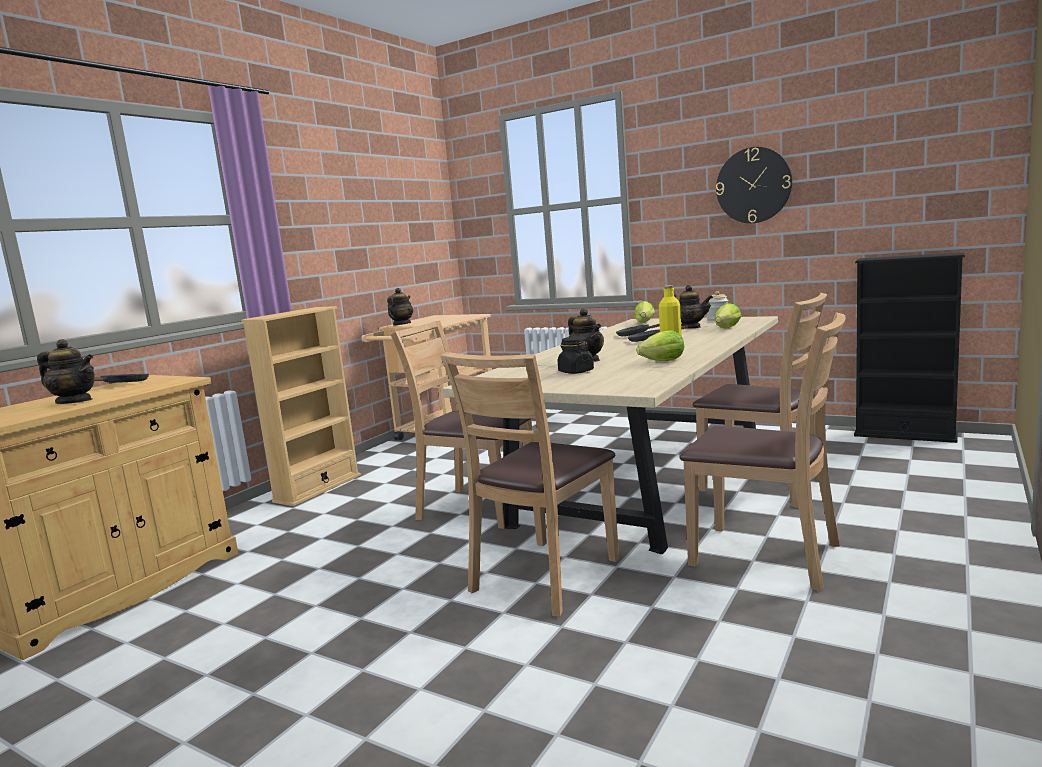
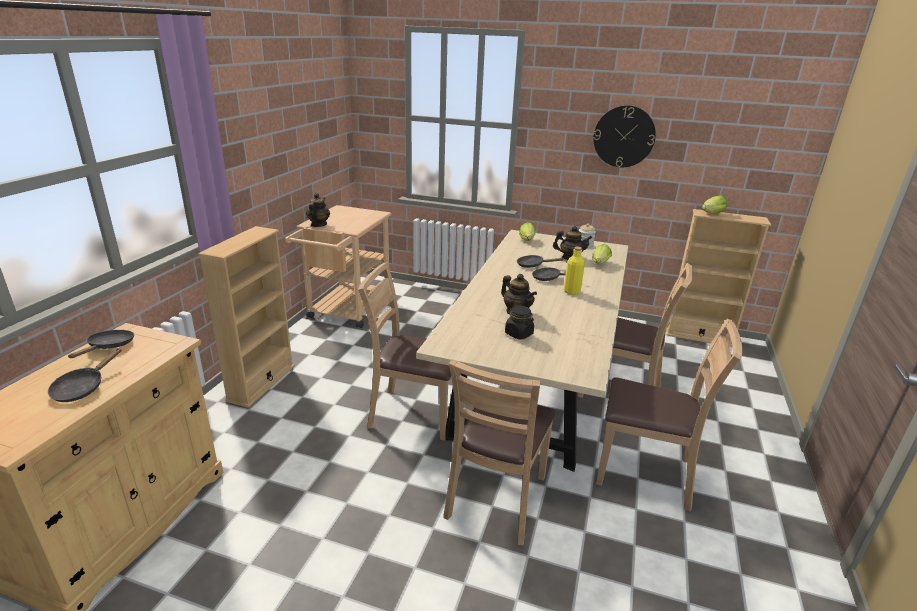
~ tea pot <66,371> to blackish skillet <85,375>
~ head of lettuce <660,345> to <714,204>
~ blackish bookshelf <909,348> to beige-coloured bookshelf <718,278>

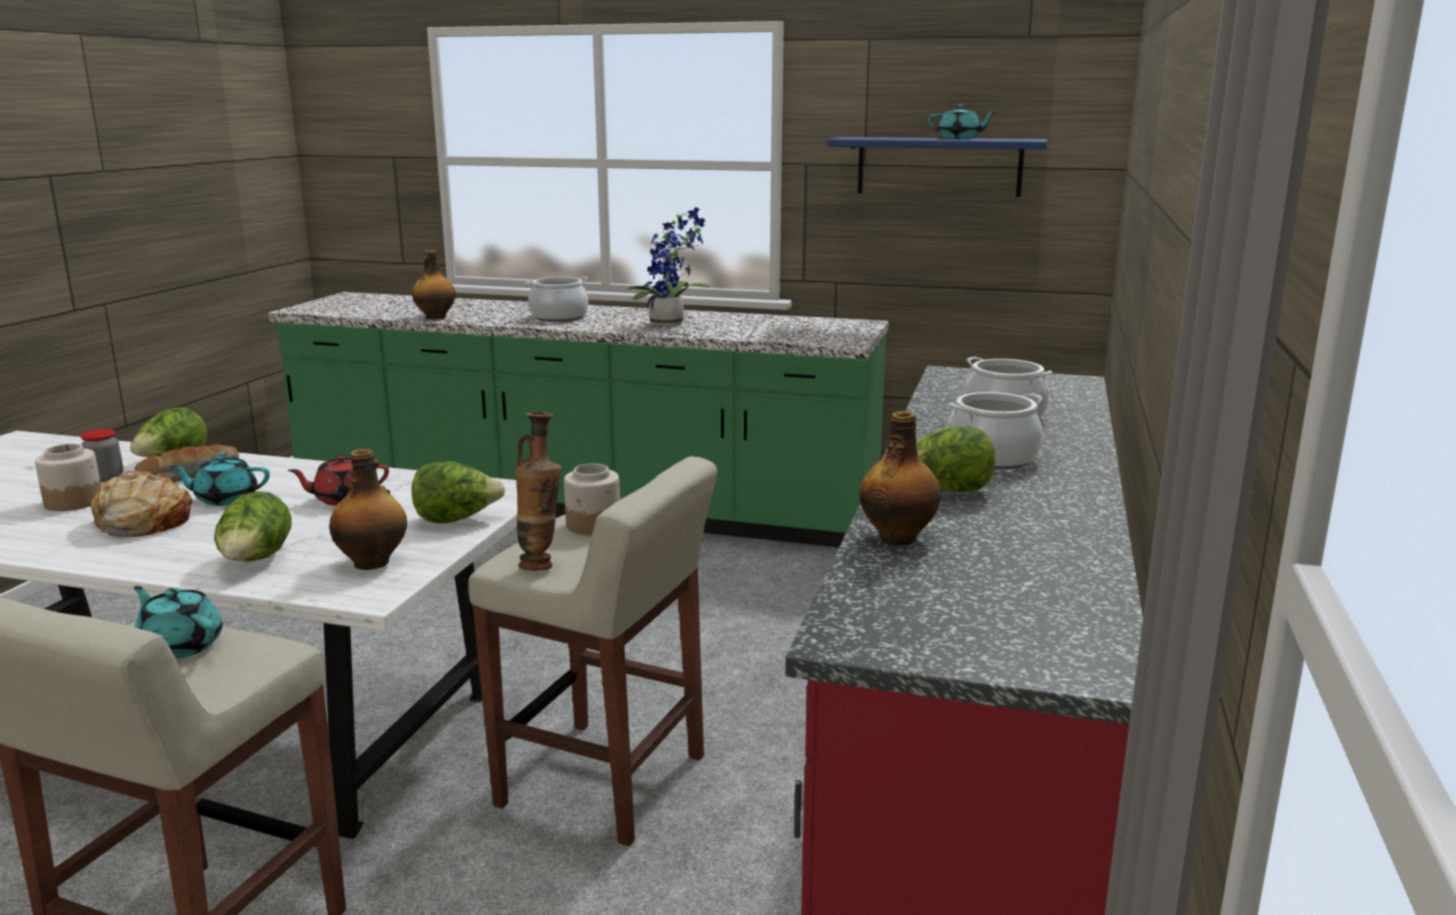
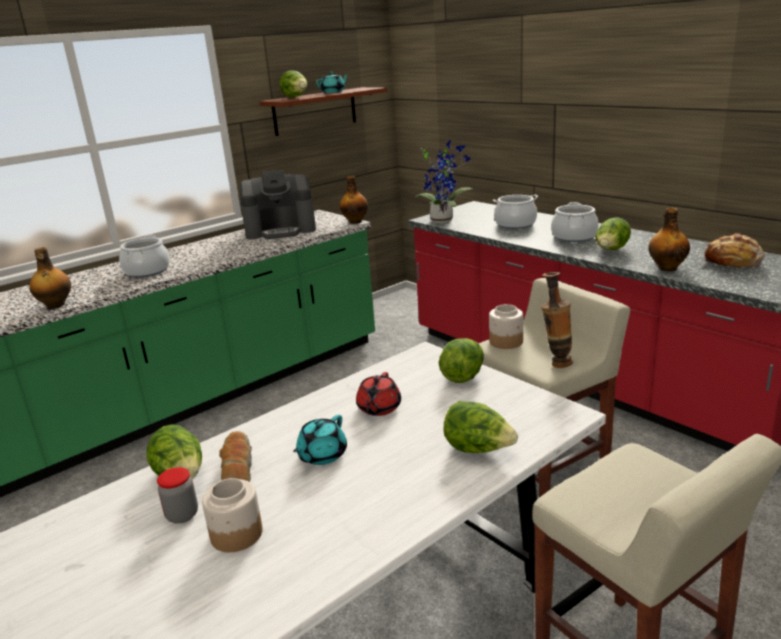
~ baked bread <141,504> to <732,251>
- turquoise tea pot <178,622>
~ bottle <368,509> to <354,200>
~ plant in a pot <669,266> to <443,181>
~ bluish wall shelf <937,167> to brown-coloured wall shelf <323,111>
+ coffee maker <277,204>
+ head of lettuce <293,84>

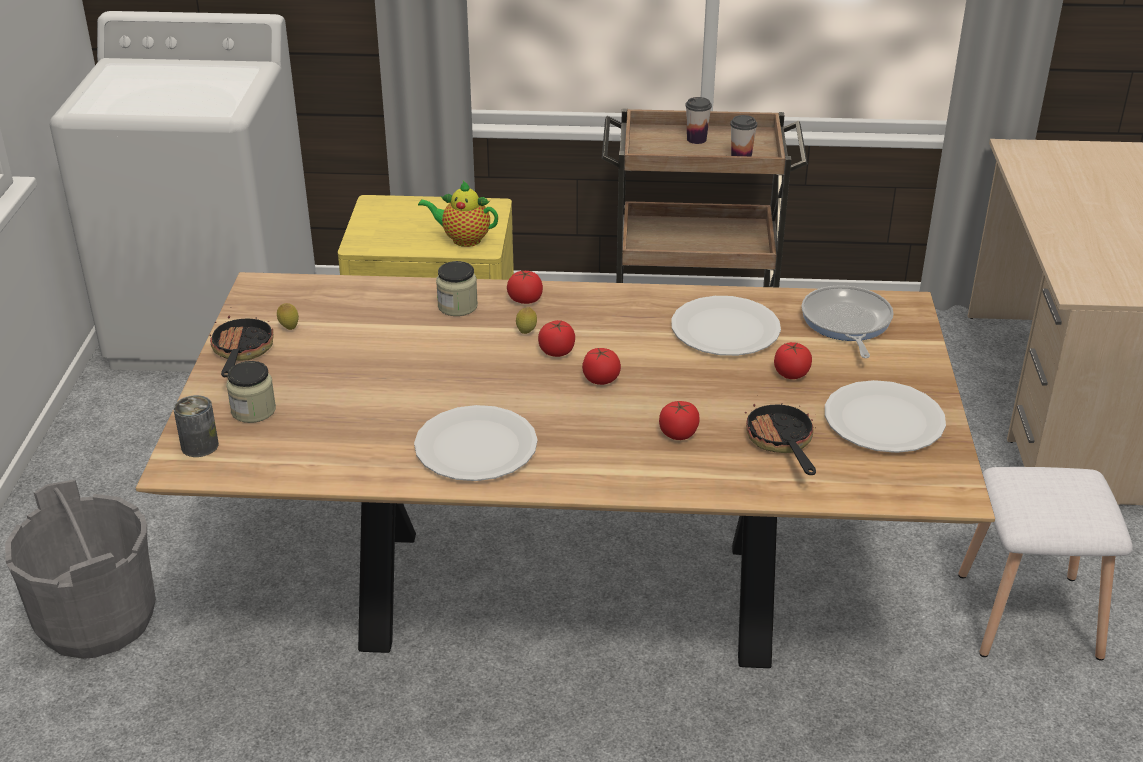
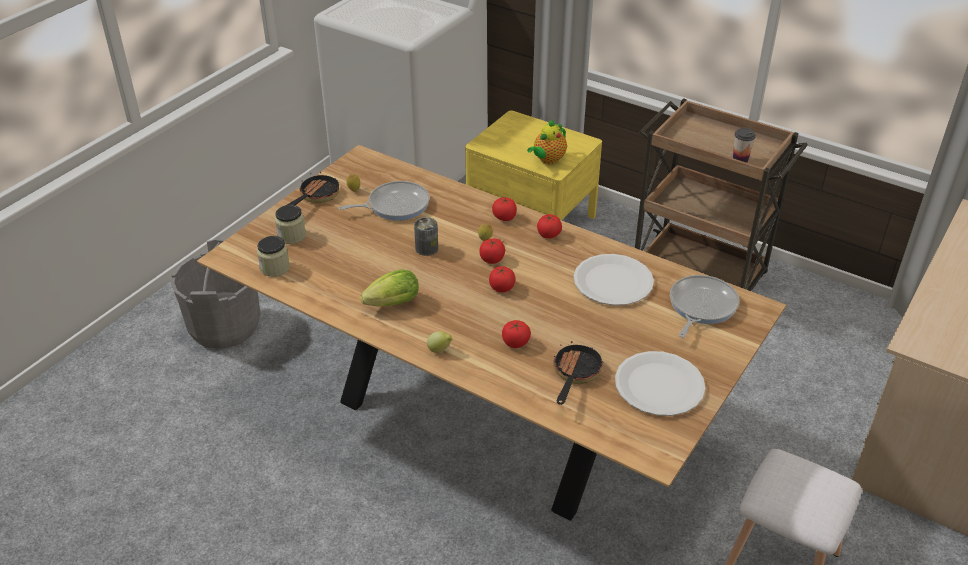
~ sealed can <196,426> to <426,236>
~ whitish plate <476,443> to head of lettuce <389,288>
~ tea pot <458,214> = <547,142> 90 degrees counterclockwise
~ jar <457,288> to <273,256>
- small cup <698,120>
~ tomato <793,360> to <549,226>
+ skillet <383,201>
+ whole lemon <439,342>

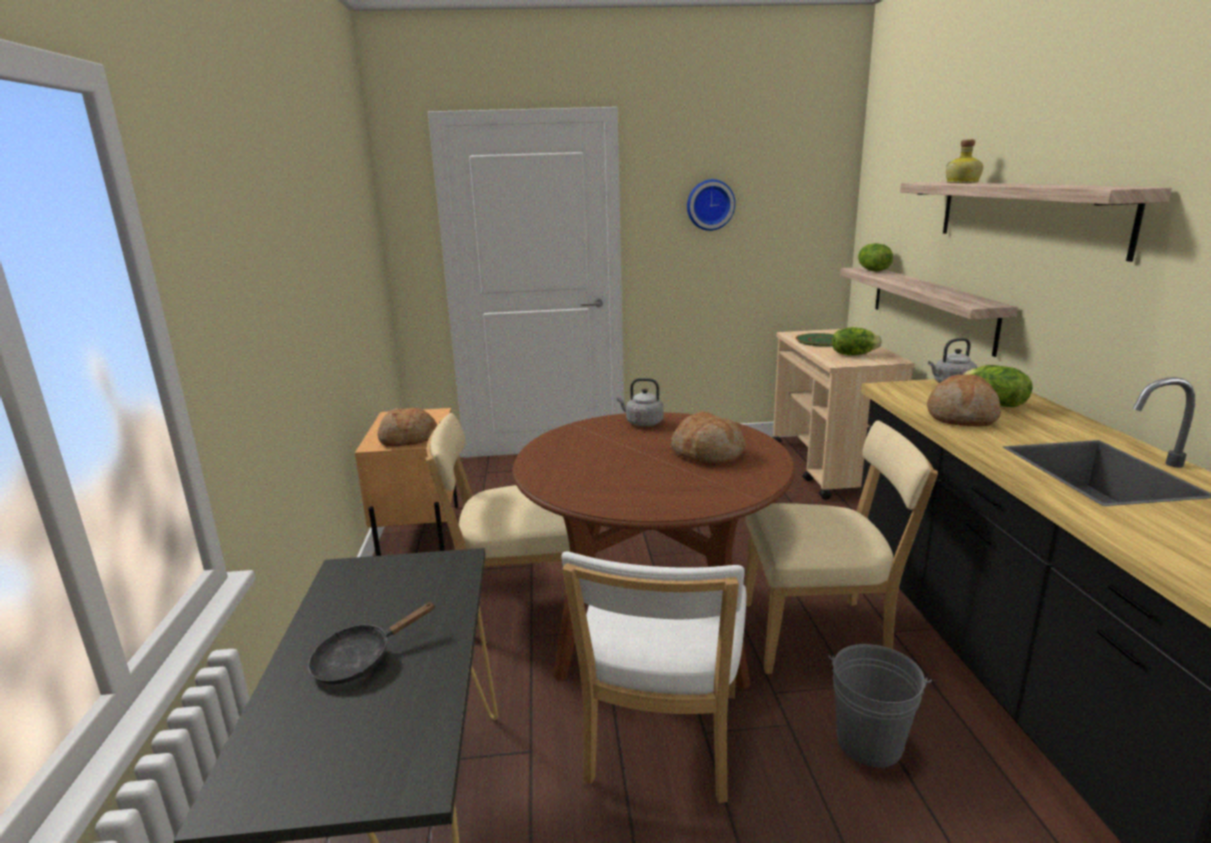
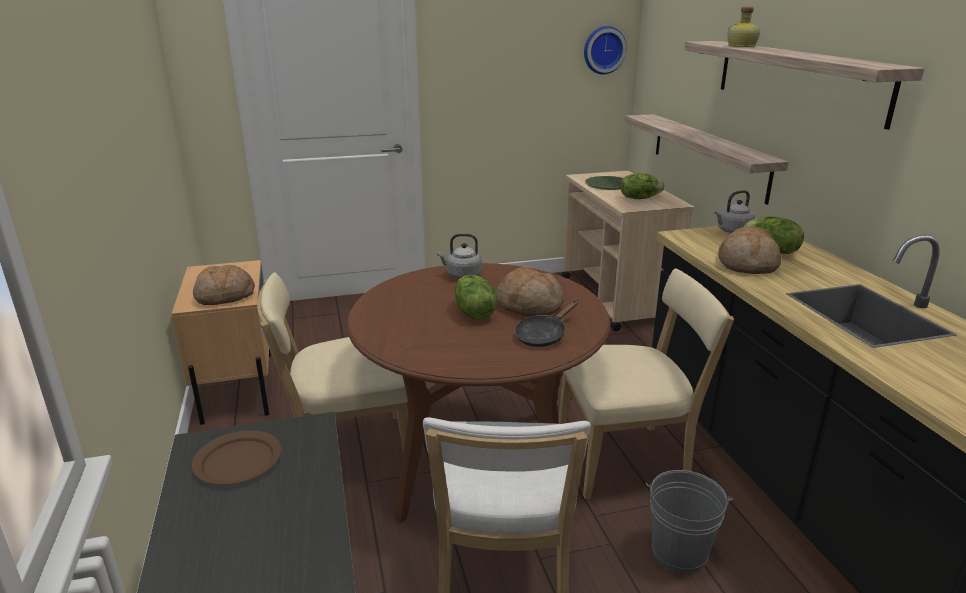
~ blackish skillet <372,643> to <546,323>
~ hanging clock <711,205> to <605,50>
~ head of lettuce <875,257> to <476,297>
+ brown-coloured plate <236,457>

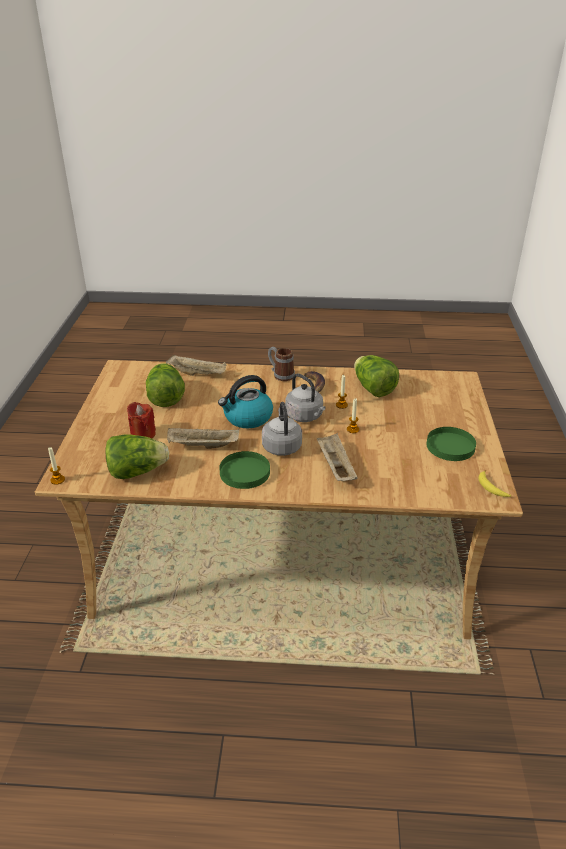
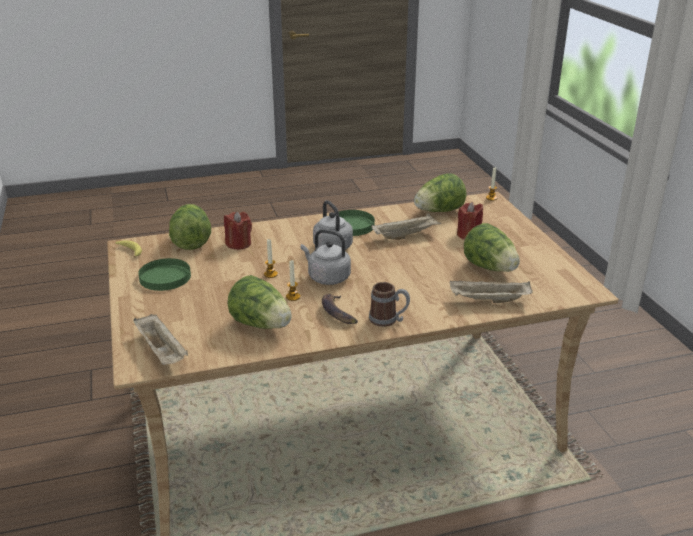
- kettle <245,401>
~ beige-coloured tray <337,457> to <160,339>
+ head of lettuce <190,227>
+ reddish wax candle <238,231>

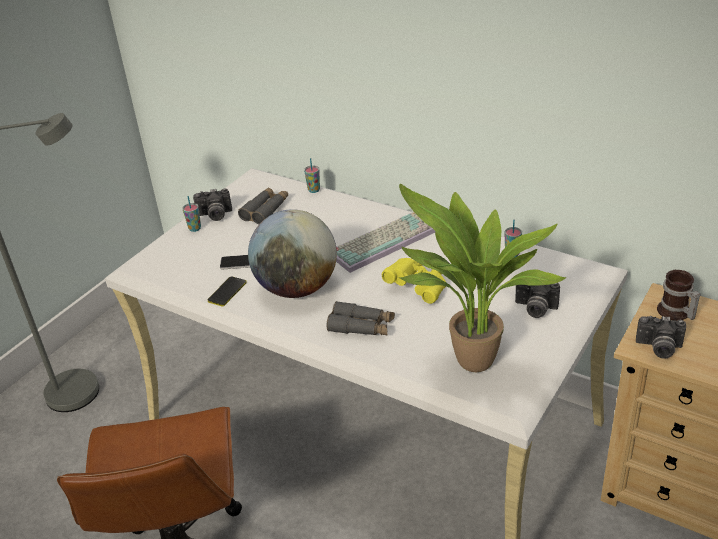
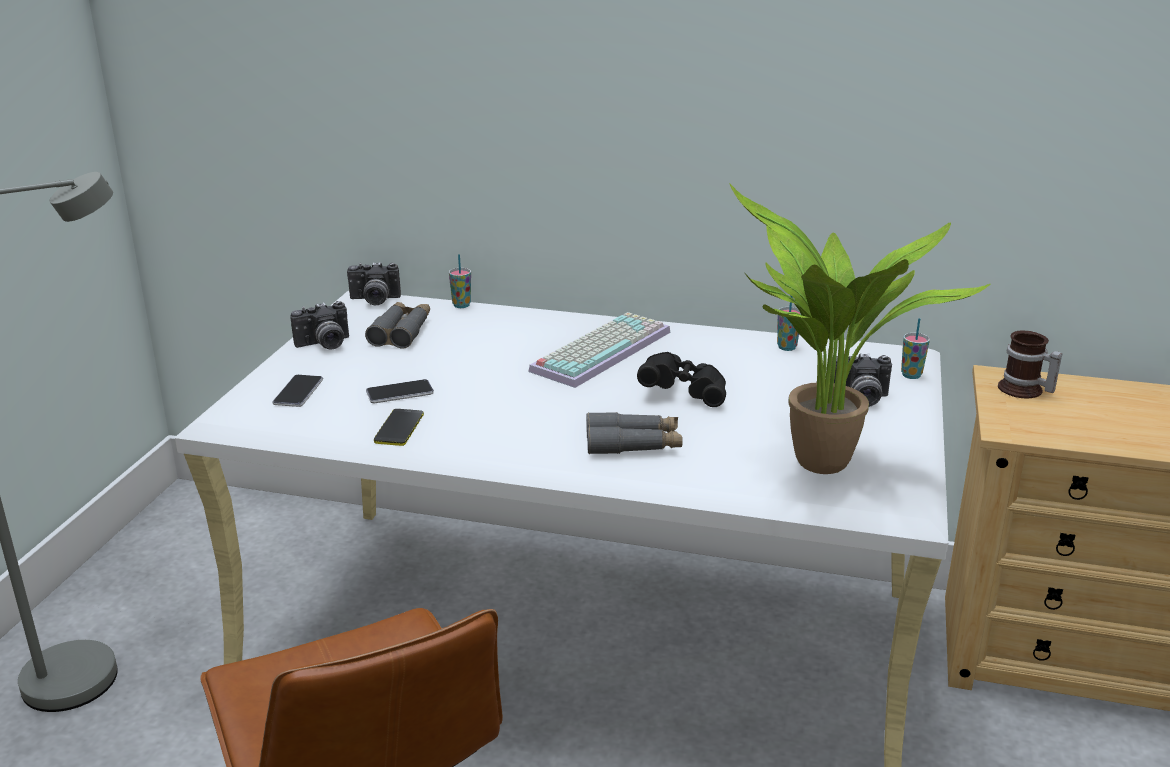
~ small cup <191,214> to <915,348>
- globe <292,253>
~ yellow-coloured field glasses <414,281> to blackish field glasses <681,379>
~ photo camera <661,337> to <374,283>
+ telephone <297,391>

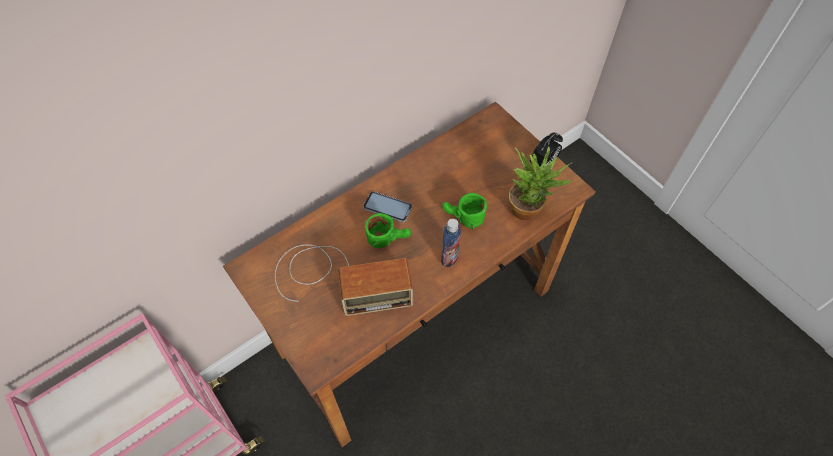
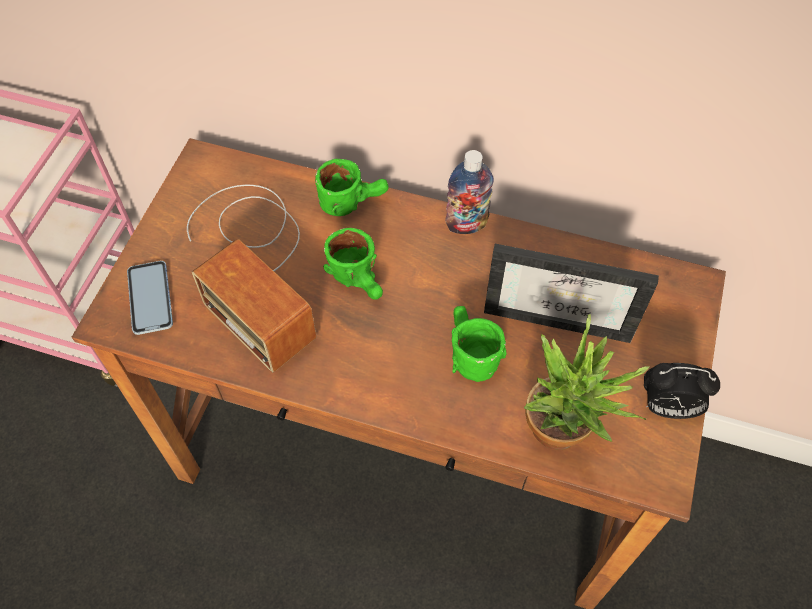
~ telephone <387,206> to <150,298>
~ bottle <451,243> to <469,192>
+ green-coloured tea mug <352,187>
+ photo frame <571,293>

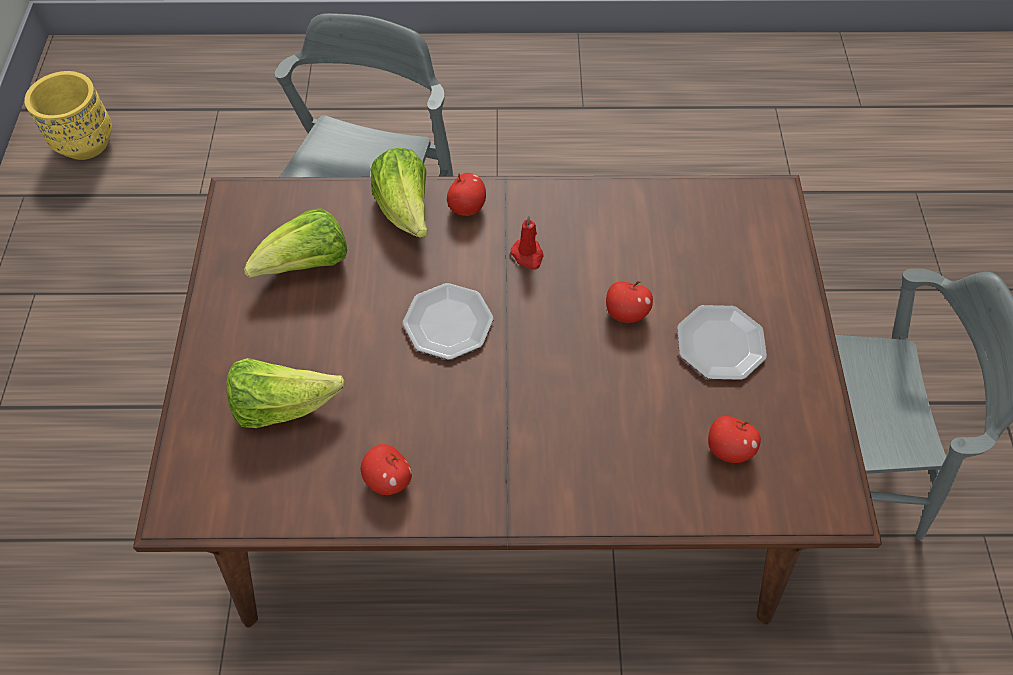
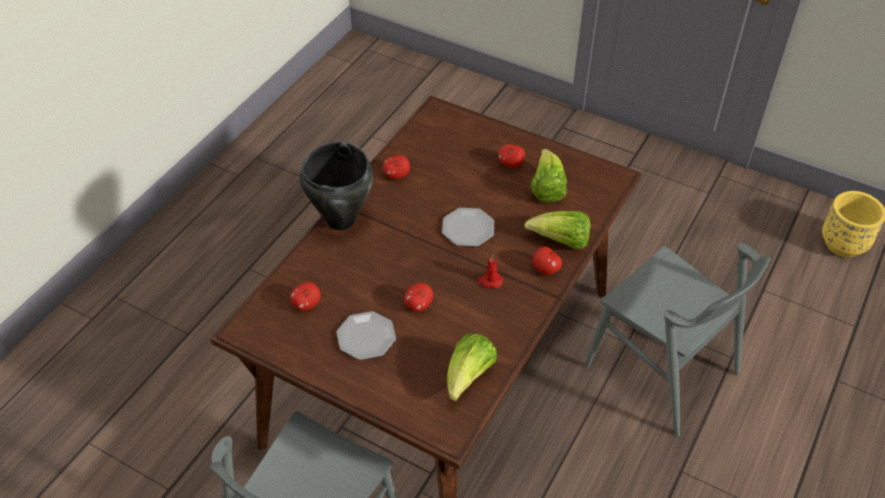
~ head of lettuce <285,393> to <472,367>
+ blackish cooking pot <336,186>
+ whole apple <511,156>

